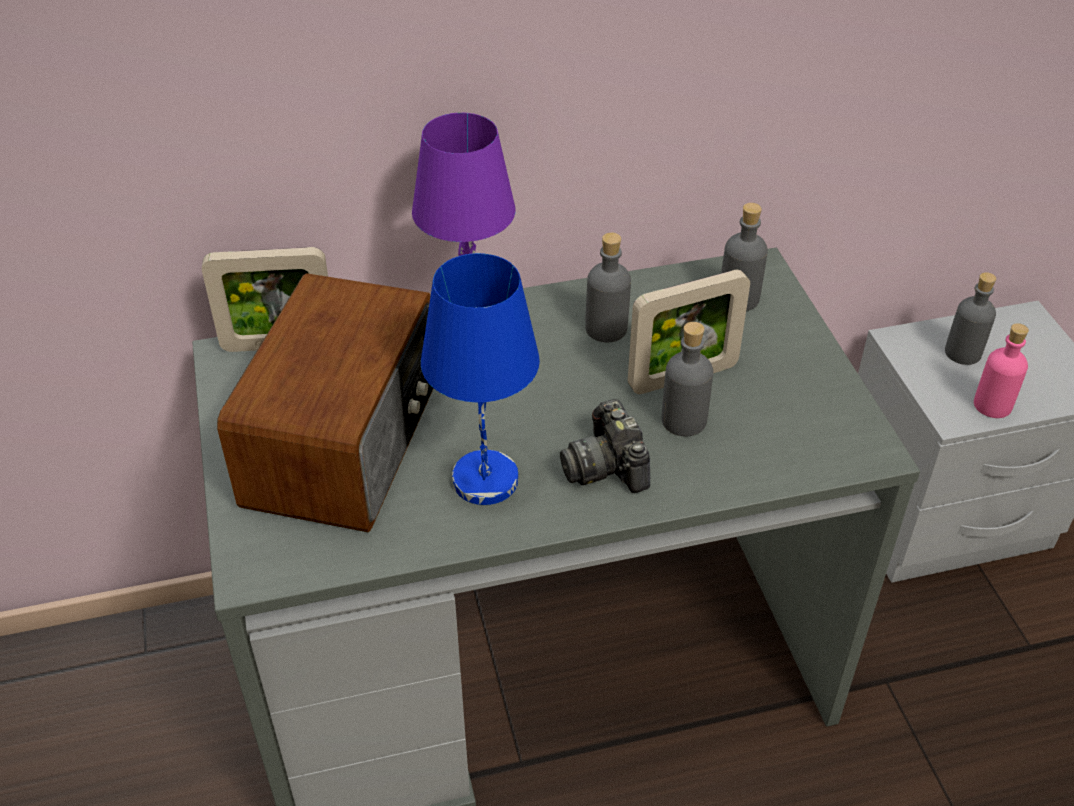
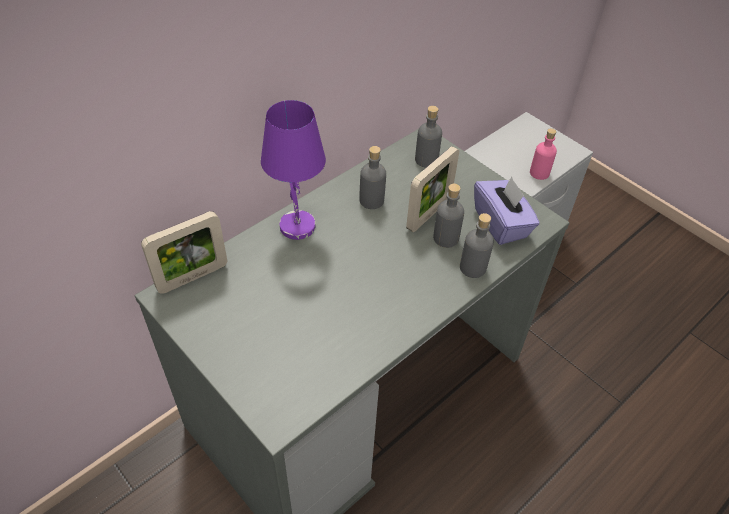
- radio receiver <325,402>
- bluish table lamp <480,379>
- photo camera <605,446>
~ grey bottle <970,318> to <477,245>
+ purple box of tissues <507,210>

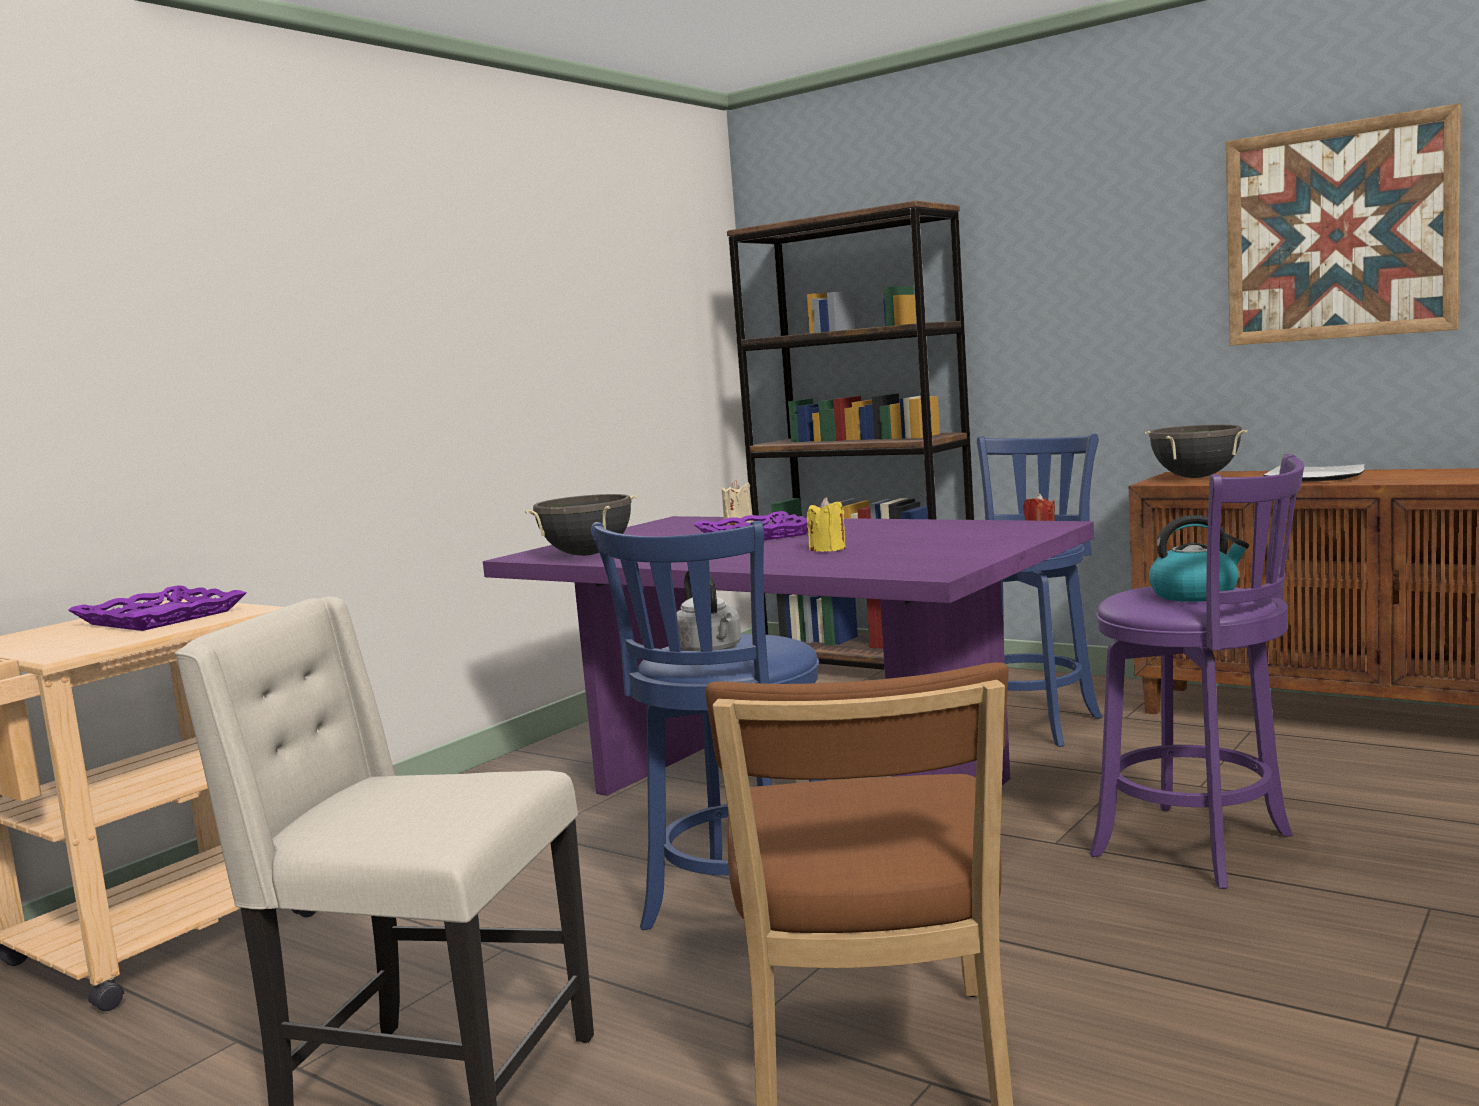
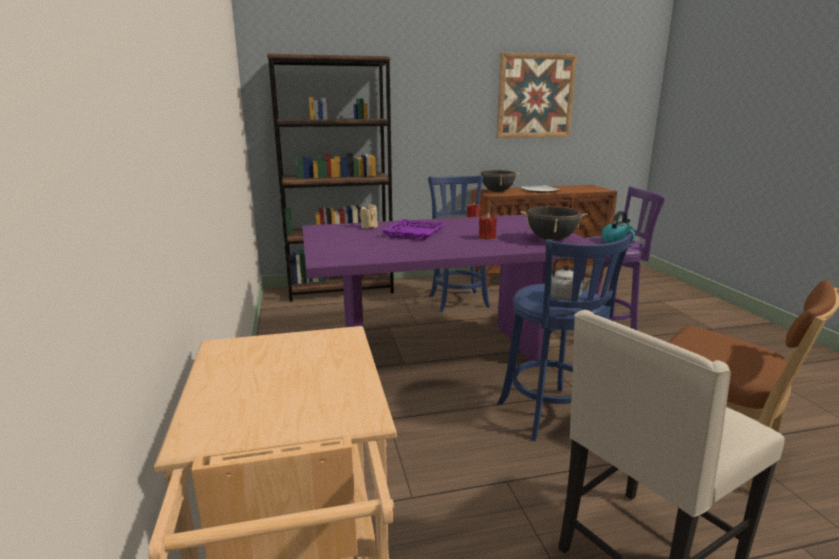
- purple tray <157,608>
~ blackish cooking pot <581,525> to <554,223>
~ yellow-coloured wax candle <826,524> to reddish wax candle <488,226>

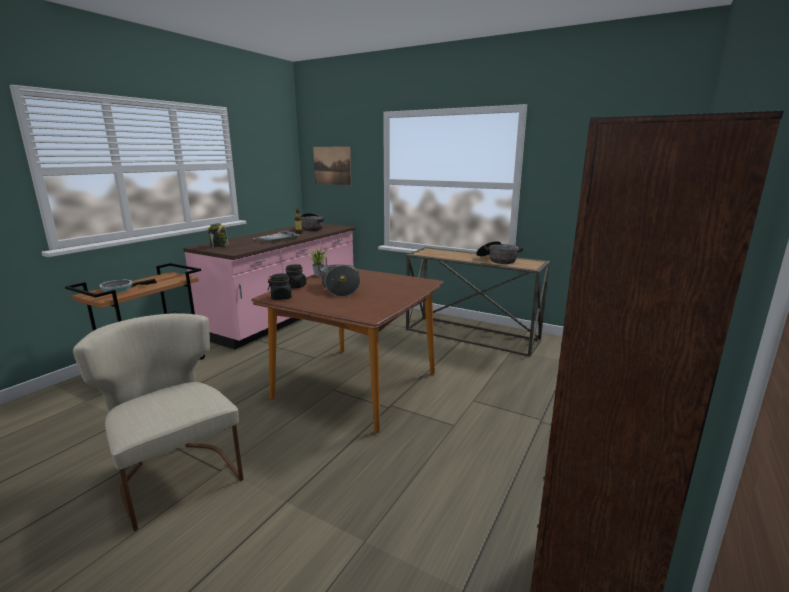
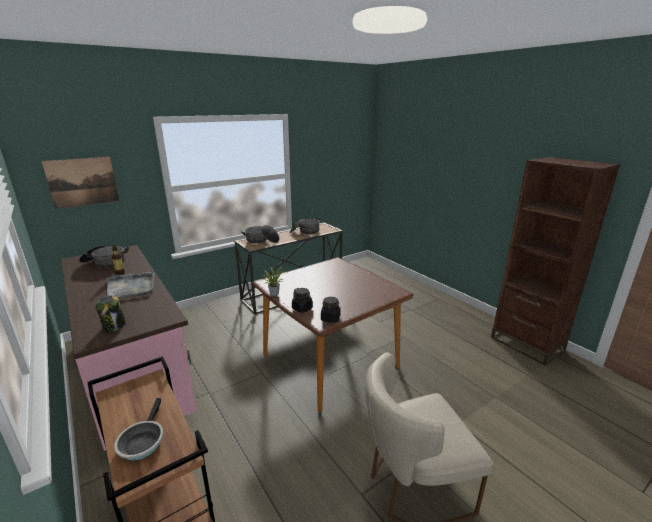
~ cooking pot <339,280> to <260,234>

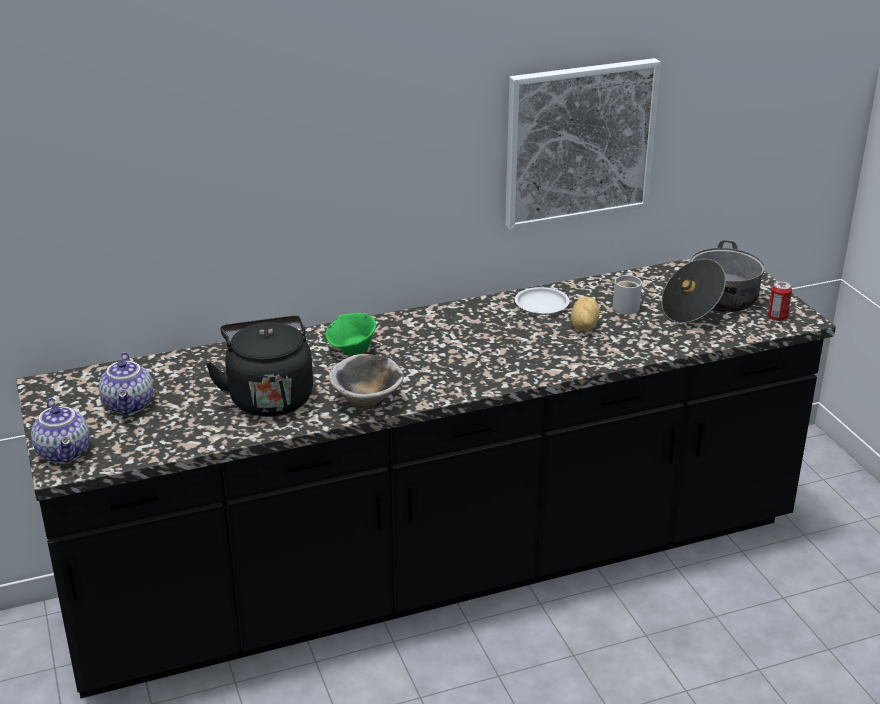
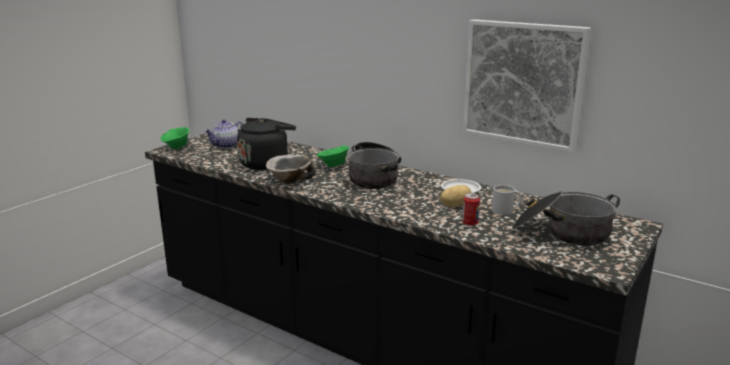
~ tea pot <60,430> to green-coloured serving bowl <174,138>
~ sealed can <780,301> to <471,209>
+ cooking pot <374,165>

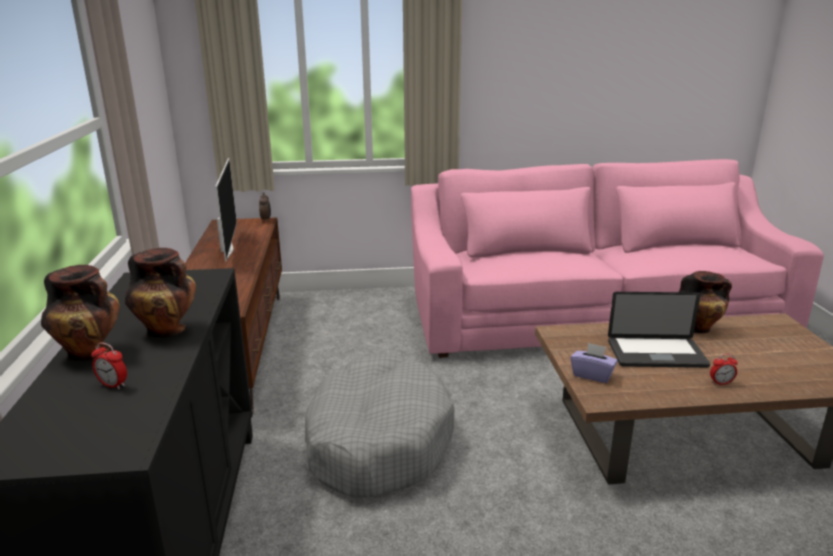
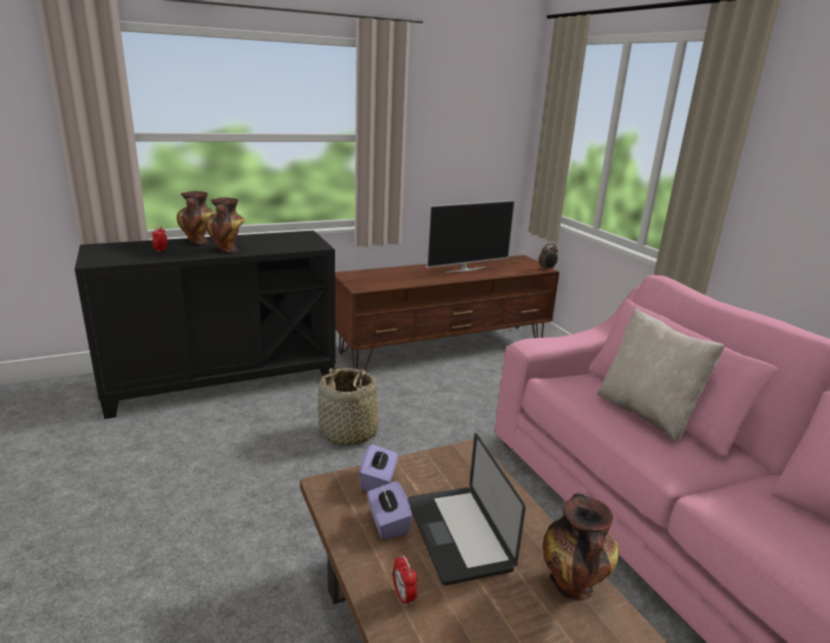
~ grey pet bed <379,425> to household basket <348,407>
+ purple box of tissues <390,510>
+ beige-coloured cushion <661,375>

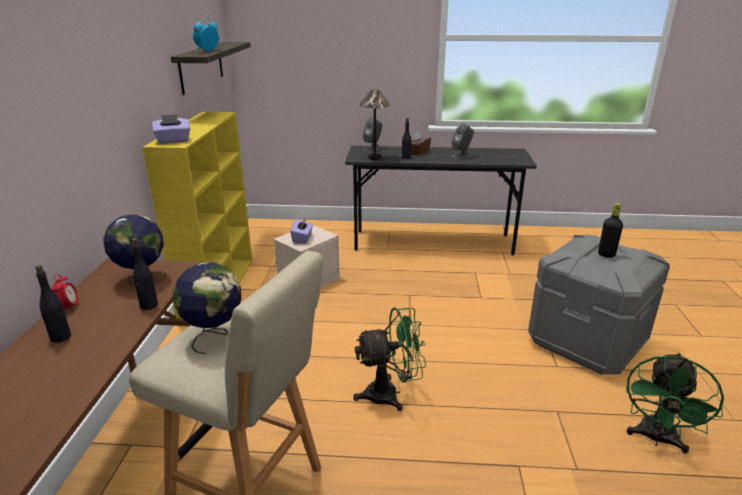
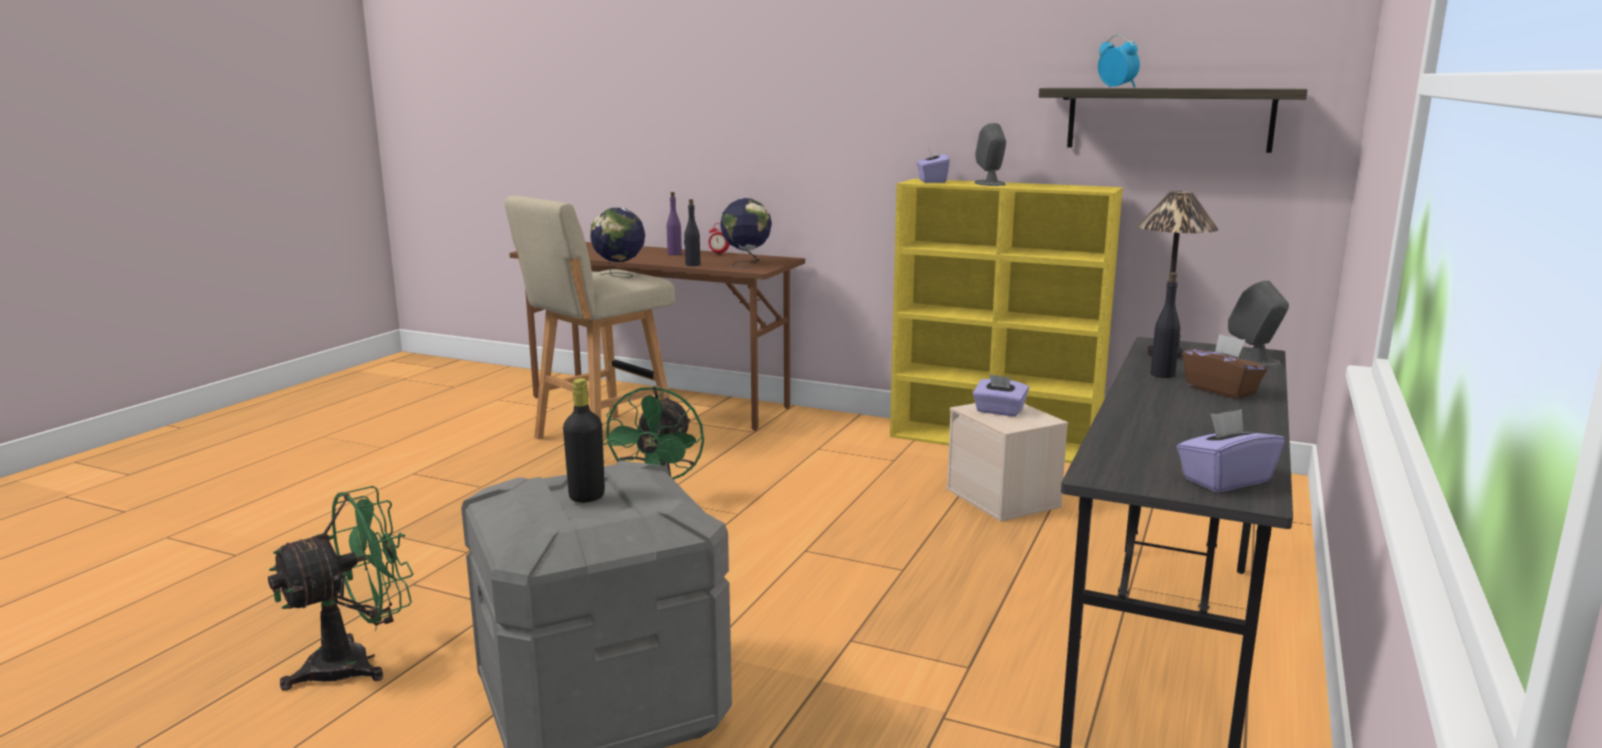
~ blackish bottle <53,304> to purple bottle <674,223>
~ grey speaker <462,141> to <990,154>
~ green-coloured cooling fan <675,403> = <340,588> 90 degrees clockwise
+ purple box of tissues <1231,450>

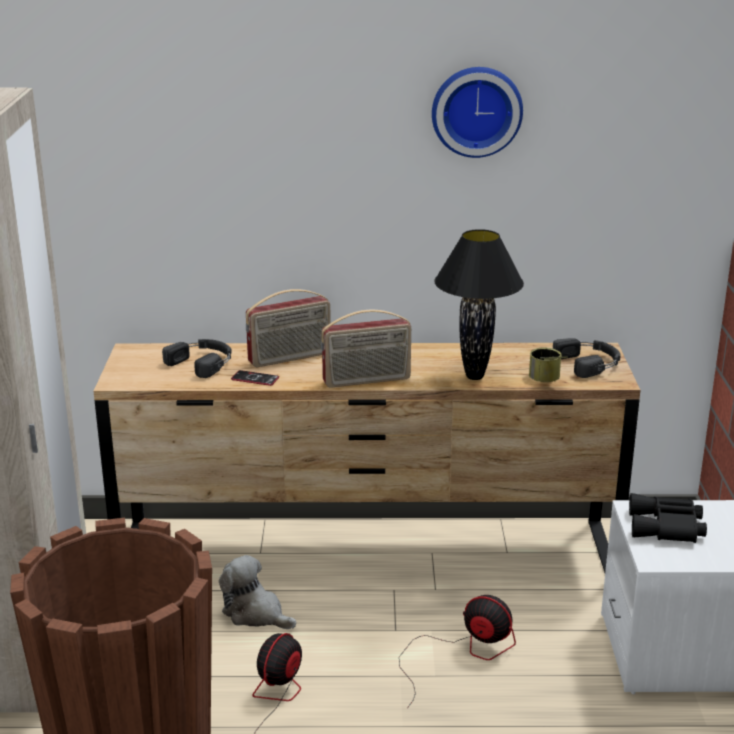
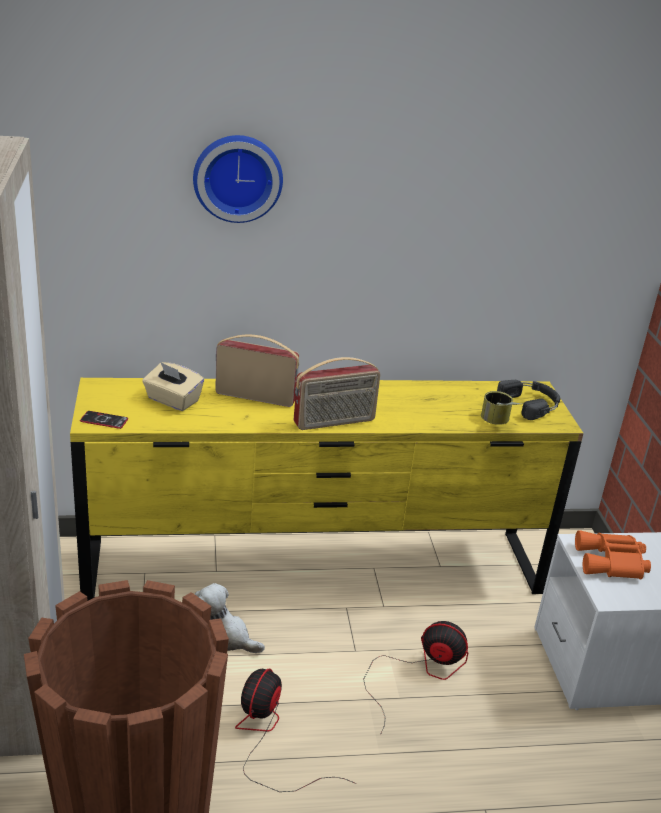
~ brown-coloured dresser <367,458> to yellow-coloured dresser <327,489>
~ blackish pair of headphones <197,358> to beige-coloured box of tissues <173,386>
~ telephone <255,378> to <104,420>
~ radio receiver <288,328> = <257,370> 135 degrees counterclockwise
~ hanging clock <477,112> to <238,179>
- blackish table lamp <479,304>
~ blackish field glasses <668,518> to orange field glasses <613,554>

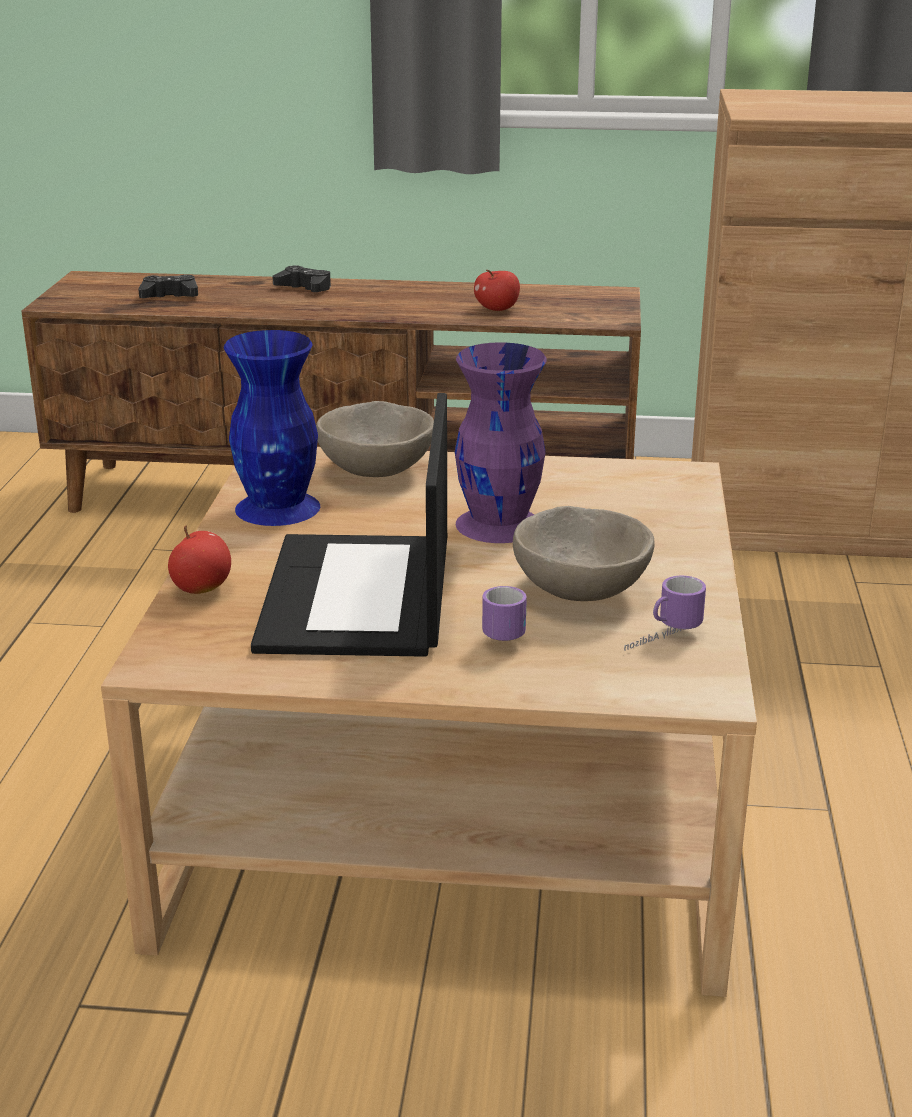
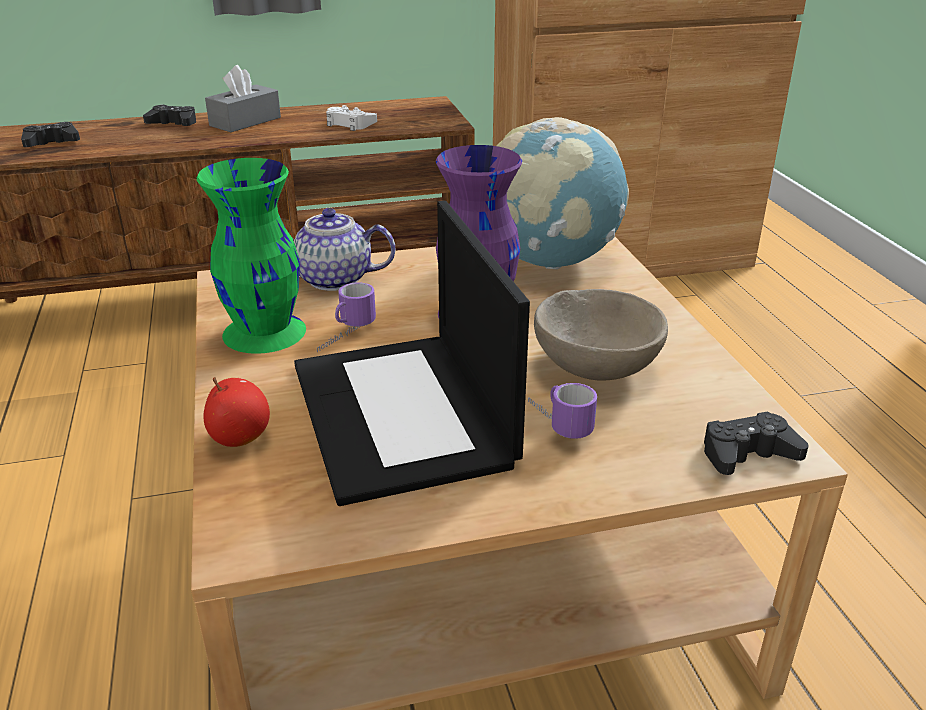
~ bluish vase <272,428> to green-coloured vase <251,256>
~ beige-coloured serving bowl <375,439> to tea pot <344,249>
~ whole apple <497,290> to whitish joypad <351,118>
~ tea mug <665,613> to <346,317>
+ grey box of tissues <243,98>
+ globe <563,193>
+ blackish joypad <756,443>

